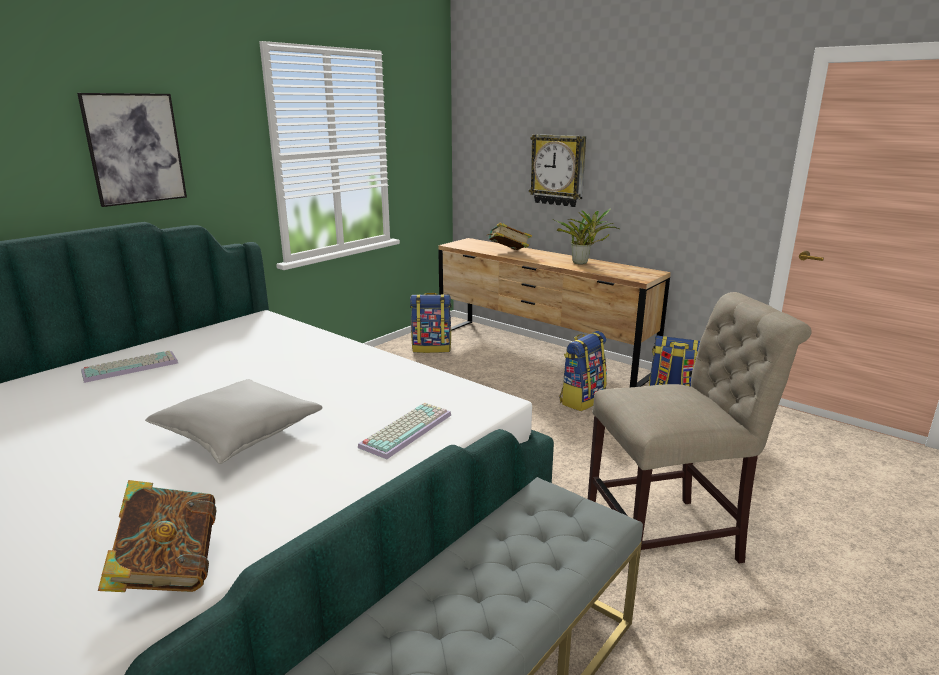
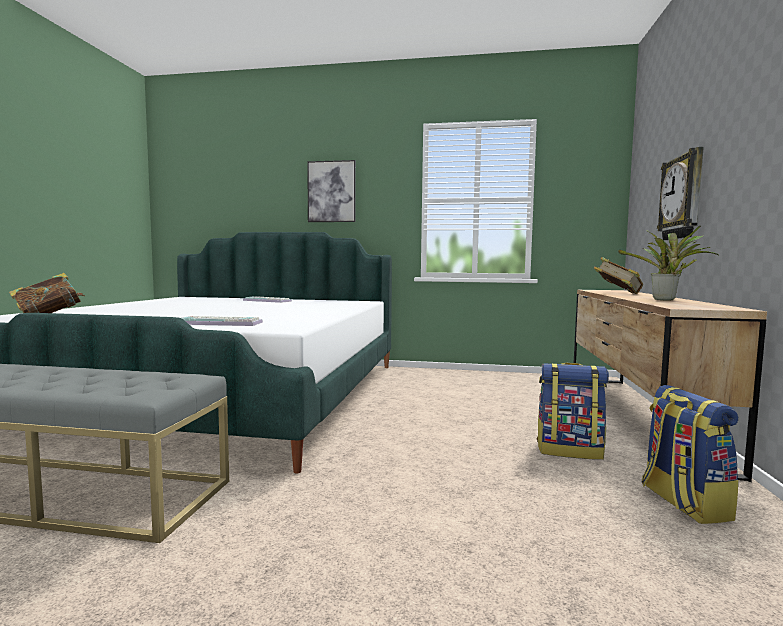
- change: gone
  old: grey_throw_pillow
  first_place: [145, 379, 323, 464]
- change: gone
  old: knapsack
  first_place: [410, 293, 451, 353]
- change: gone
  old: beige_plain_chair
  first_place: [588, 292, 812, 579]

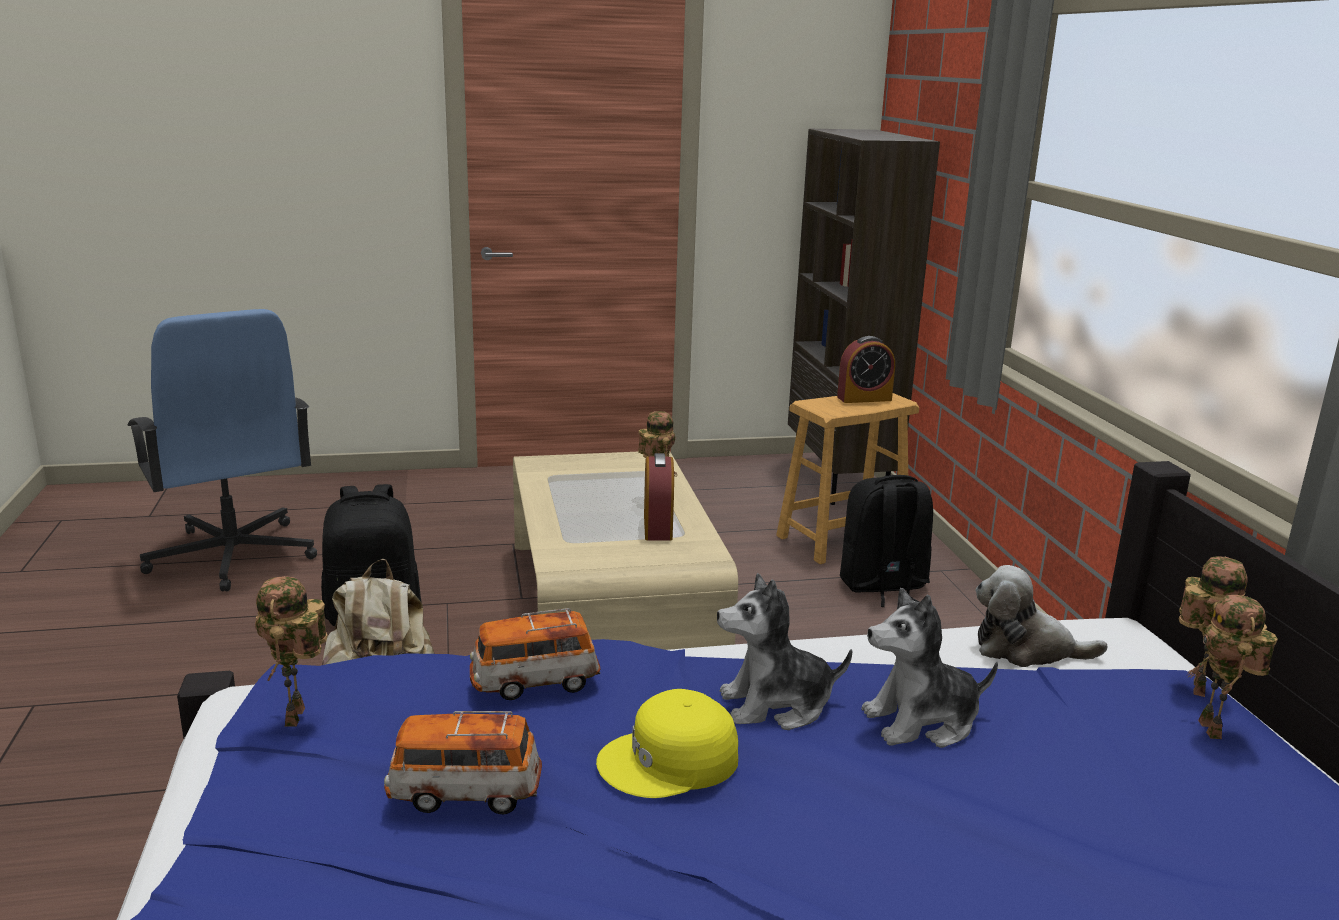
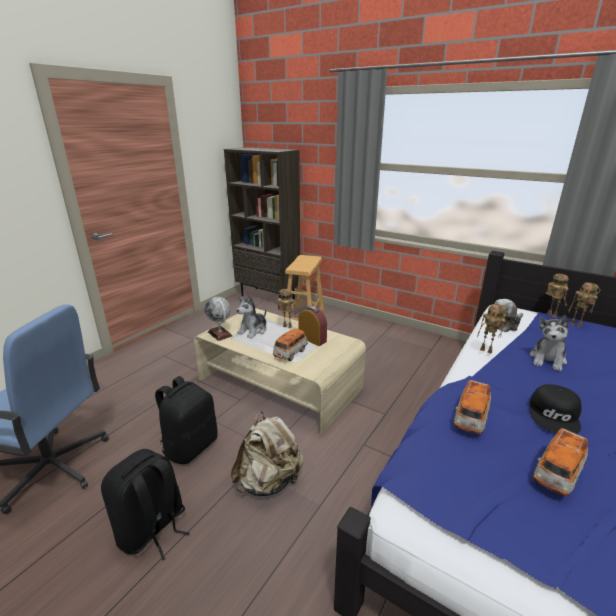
- change: gone
  old: bedside_clock
  first_place: [837, 336, 895, 403]
- change: new
  new: world_globe
  second_place: [204, 297, 233, 341]
- change: new
  new: toy_car
  second_place: [273, 328, 308, 361]
- change: shifted
  old: robot_figure
  first_place: [255, 576, 328, 727]
  second_place: [477, 304, 508, 354]
- change: shifted
  old: soft_toy
  first_place: [717, 573, 852, 730]
  second_place: [236, 295, 267, 339]
- change: shifted
  old: blackish_knapsack
  first_place: [840, 475, 933, 607]
  second_place: [101, 449, 190, 560]
- change: repainted
  old: yellow-coloured_peaked_cap
  new: blackish_peaked_cap
  first_place: [596, 689, 738, 798]
  second_place: [530, 384, 582, 434]

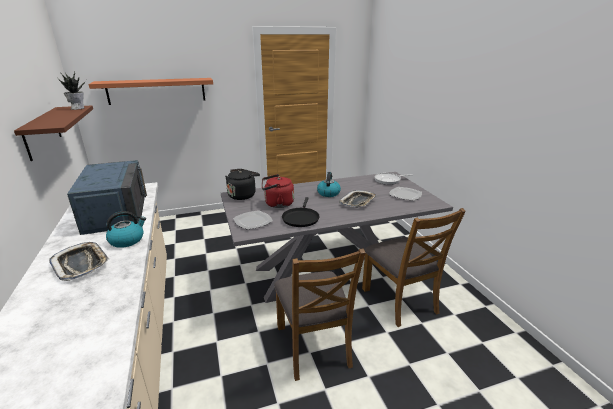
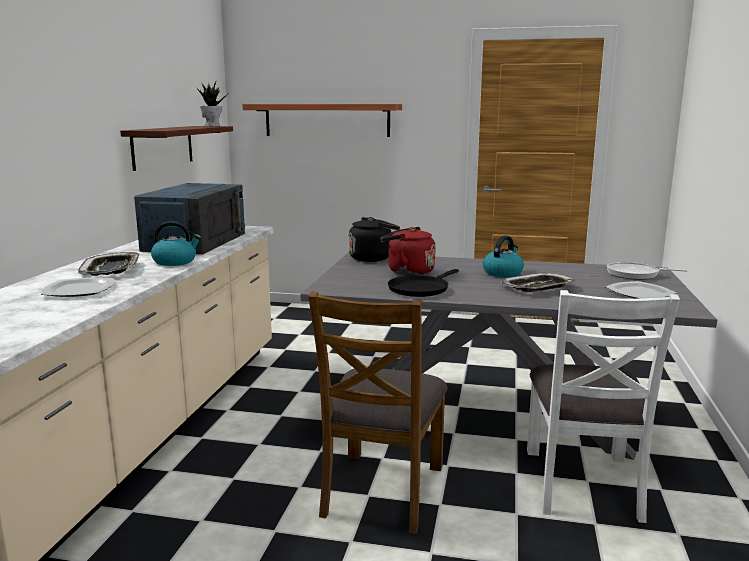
- change: shifted
  old: flat_dish
  first_place: [233, 210, 273, 230]
  second_place: [41, 277, 114, 297]
- change: repainted
  old: brown_plain_chair
  new: white-coloured_plain_chair
  first_place: [362, 208, 466, 327]
  second_place: [527, 290, 680, 523]

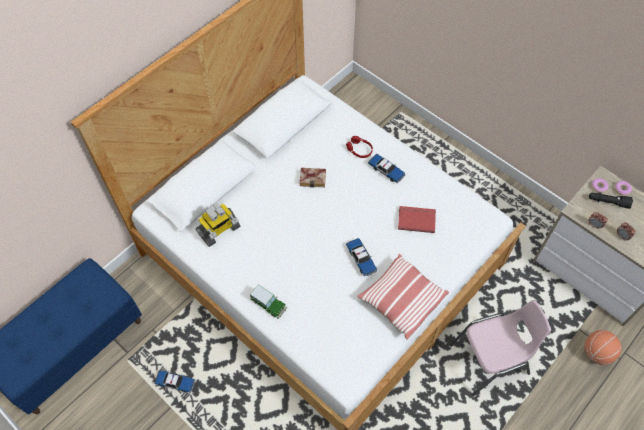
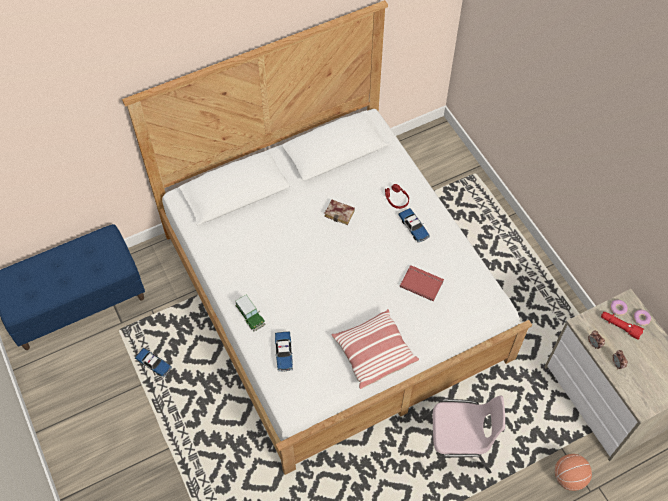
- change: gone
  old: robot_figure
  first_place: [196, 203, 240, 247]
- change: shifted
  old: toy_car
  first_place: [346, 238, 377, 277]
  second_place: [275, 332, 293, 371]
- change: repainted
  old: blackish_torch
  new: red_torch
  first_place: [589, 192, 633, 209]
  second_place: [601, 312, 644, 340]

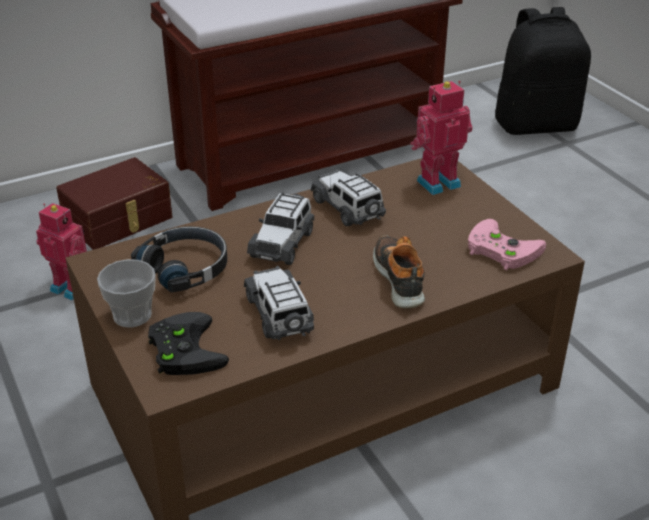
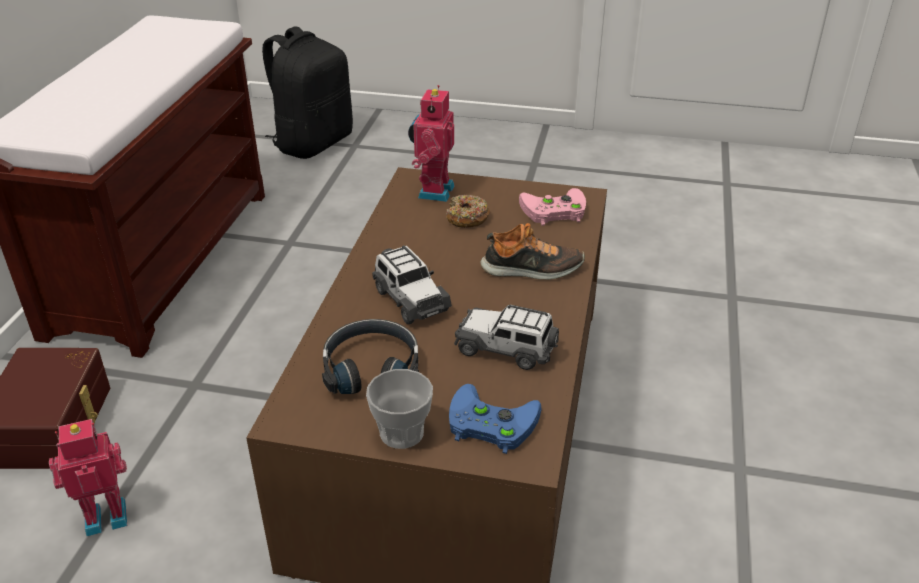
- change: gone
  old: toy_car
  first_place: [311, 169, 386, 226]
- change: new
  new: donut
  second_place: [446, 195, 490, 228]
- change: repainted
  old: blackish_joypad
  new: bluish_joypad
  first_place: [148, 312, 229, 375]
  second_place: [449, 384, 542, 454]
- change: rotated
  old: item_of_footwear
  first_place: [373, 235, 425, 309]
  second_place: [480, 223, 585, 280]
  degrees: 150

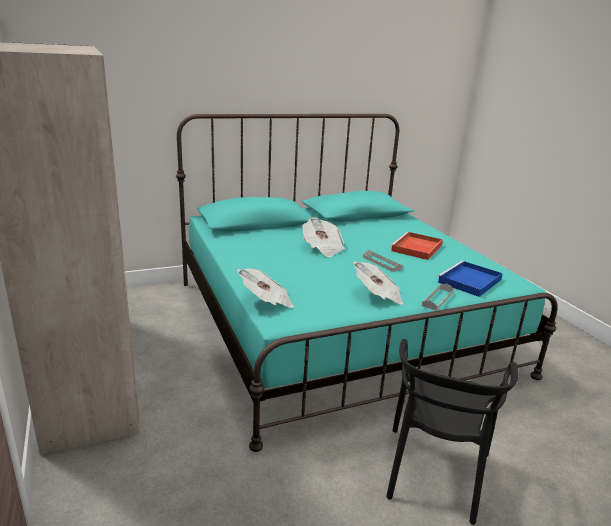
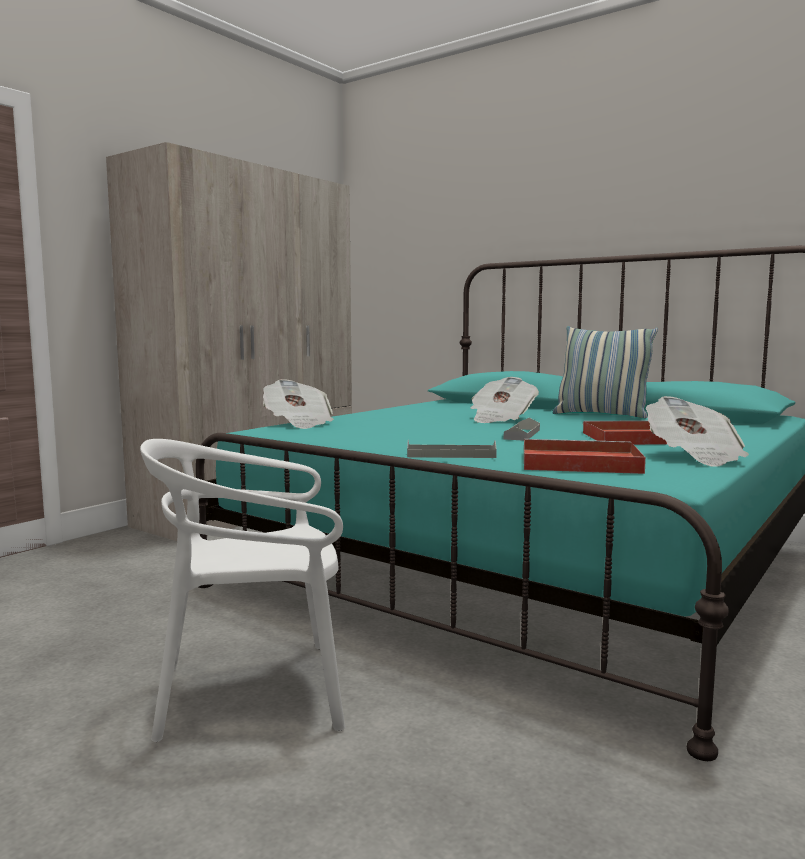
- change: new
  new: throw_pillow
  second_place: [553, 326, 658, 419]
- change: shifted
  old: daily_paper
  first_place: [353, 262, 403, 305]
  second_place: [646, 396, 749, 467]
- change: repainted
  old: blackish_plain_chair
  new: white-coloured_plain_chair
  first_place: [386, 339, 518, 525]
  second_place: [140, 439, 345, 742]
- change: repainted
  old: bluish_tray
  new: red_tray
  first_place: [437, 261, 503, 297]
  second_place: [524, 439, 646, 474]

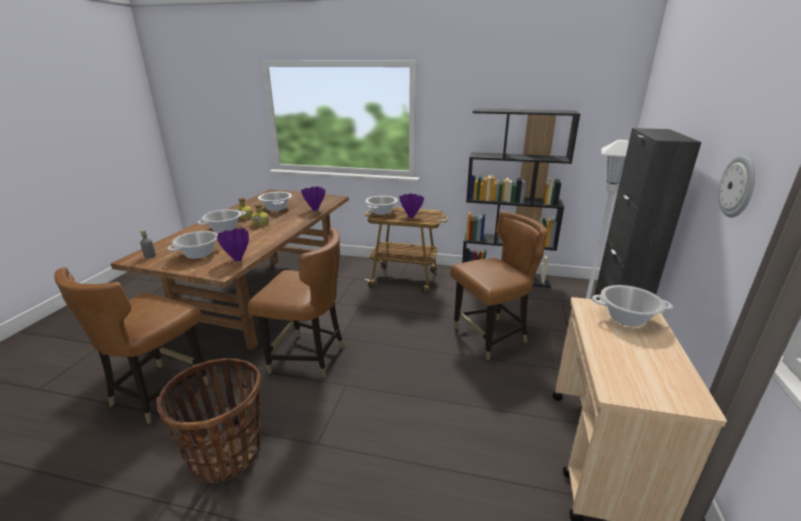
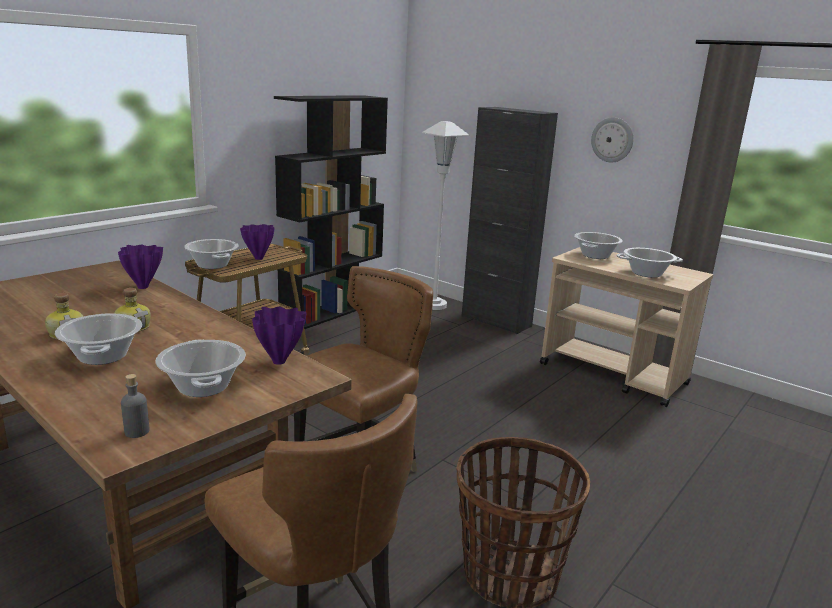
- change: gone
  old: brown_plain_chair
  first_place: [450, 211, 548, 360]
- change: shifted
  old: cooking_pot
  first_place: [258, 192, 292, 211]
  second_place: [617, 248, 683, 278]

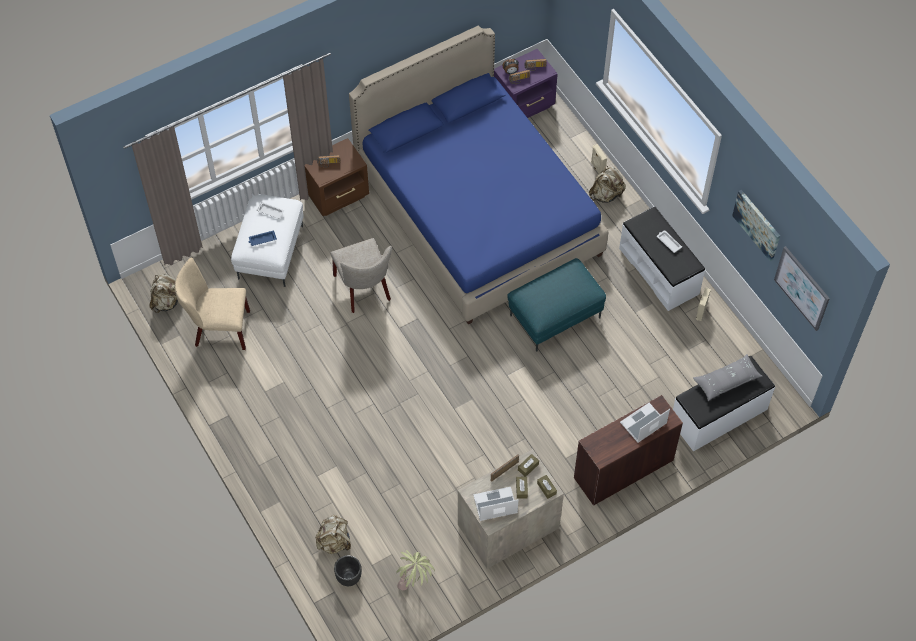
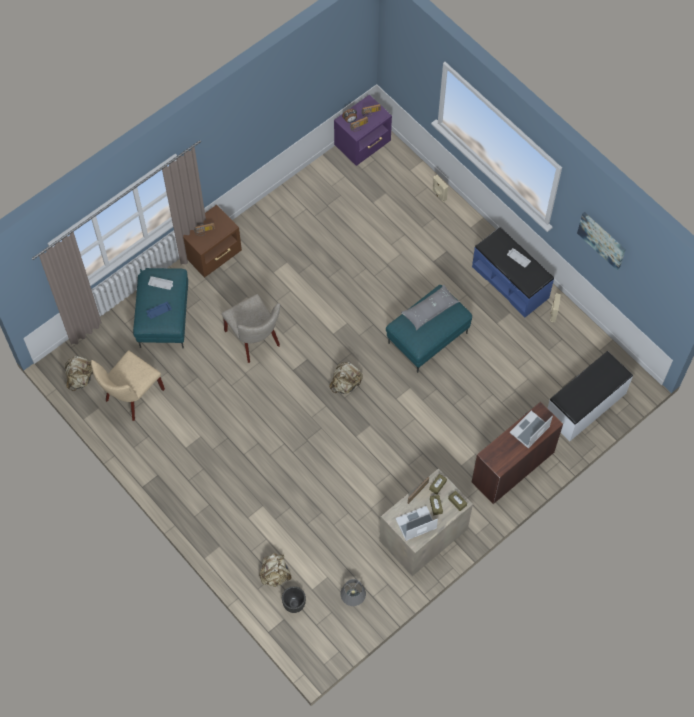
- change: gone
  old: bluish_sleeping_bed
  first_place: [349, 26, 609, 325]
- change: gone
  old: picture
  first_place: [774, 246, 830, 331]
- change: shifted
  old: beige_knapsack
  first_place: [589, 165, 626, 203]
  second_place: [329, 362, 363, 394]
- change: shifted
  old: grey_throw_pillow
  first_place: [693, 354, 762, 401]
  second_place: [401, 285, 459, 331]
- change: swapped
  old: potted_plant
  new: grey_tabletop_lamp
  first_place: [396, 550, 435, 590]
  second_place: [341, 579, 366, 606]
- change: repainted
  old: white-coloured_ottoman
  new: turquoise-coloured_ottoman
  first_place: [231, 193, 303, 287]
  second_place: [133, 268, 188, 348]
- change: repainted
  old: white-coloured_indoor_bench
  new: bluish_indoor_bench
  first_place: [619, 206, 705, 311]
  second_place: [472, 227, 554, 317]
- change: rotated
  old: beige_plain_chair
  first_place: [175, 257, 250, 350]
  second_place: [91, 350, 165, 421]
  degrees: -45

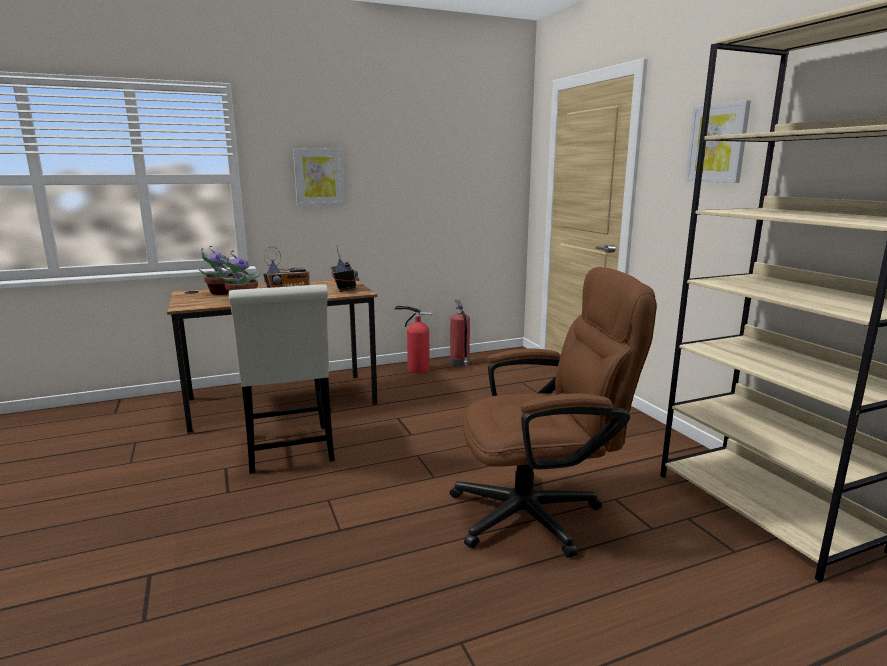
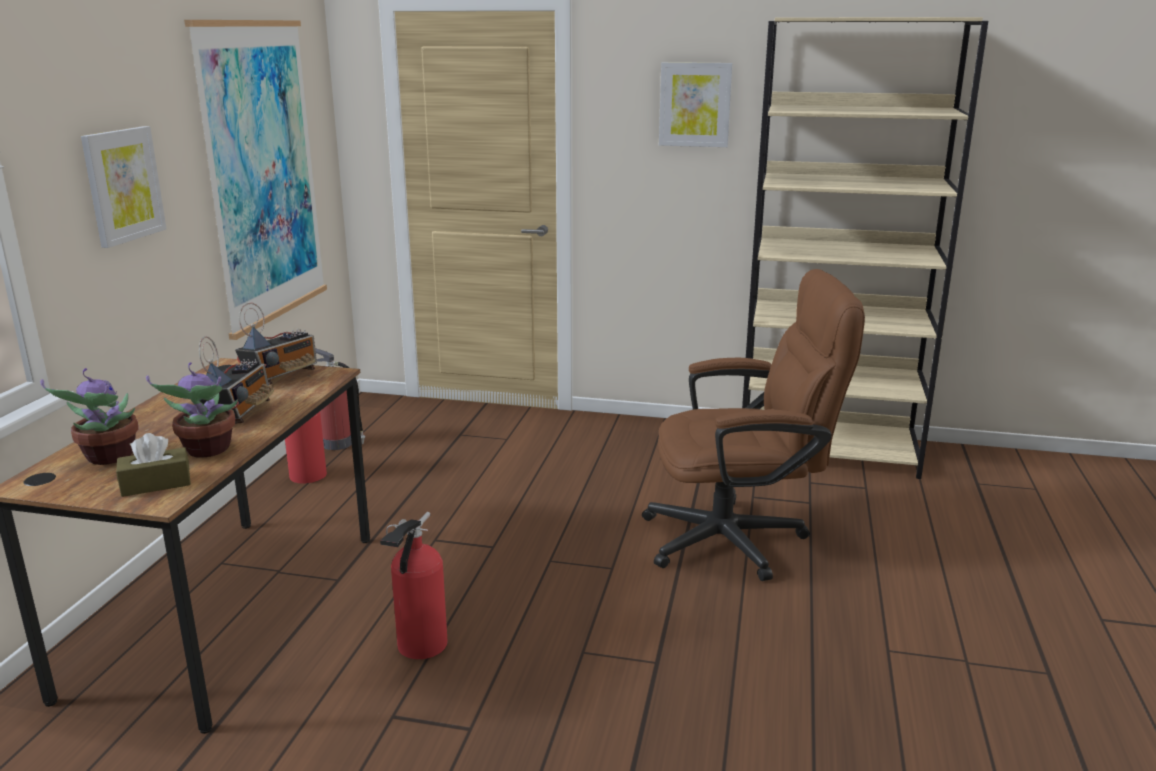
- change: new
  new: brown_box_of_tissues
  second_place: [116, 433, 191, 497]
- change: new
  new: picture
  second_place: [184, 20, 327, 340]
- change: swapped
  old: white-coloured_plain_chair
  new: fire_extinguisher
  first_place: [229, 284, 335, 474]
  second_place: [380, 512, 448, 659]
- change: rotated
  old: radio
  first_place: [331, 245, 359, 292]
  second_place: [235, 303, 317, 385]
  degrees: 105
- change: rotated
  old: brown_office_chair
  first_place: [450, 267, 657, 558]
  second_place: [642, 269, 865, 581]
  degrees: 60

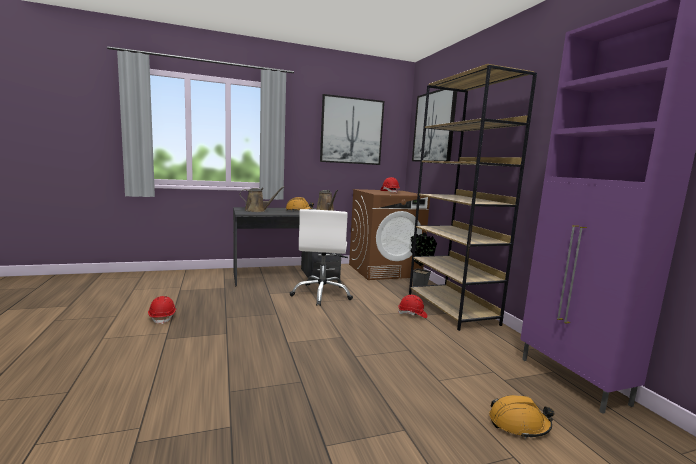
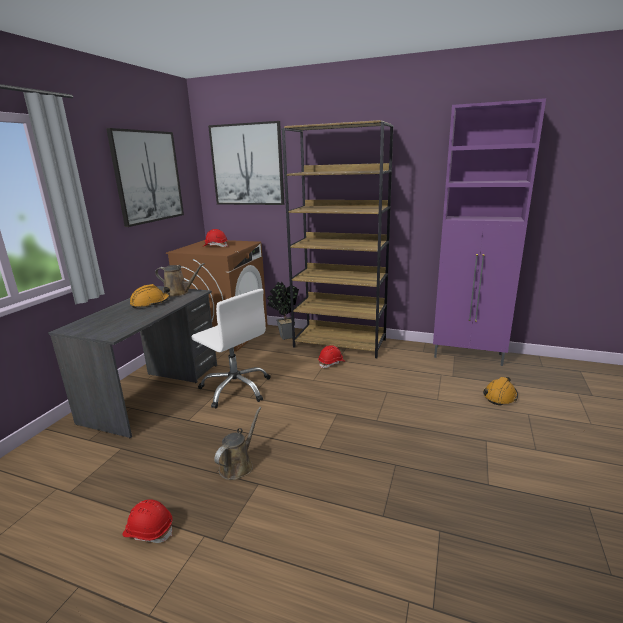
- change: shifted
  old: brown_sprinkling_can
  first_place: [239, 186, 284, 212]
  second_place: [214, 407, 261, 480]

